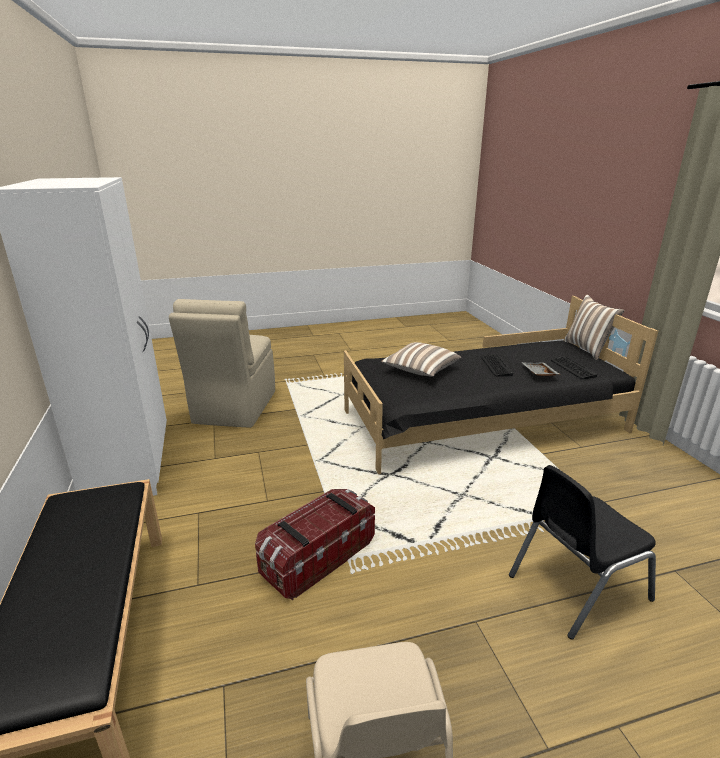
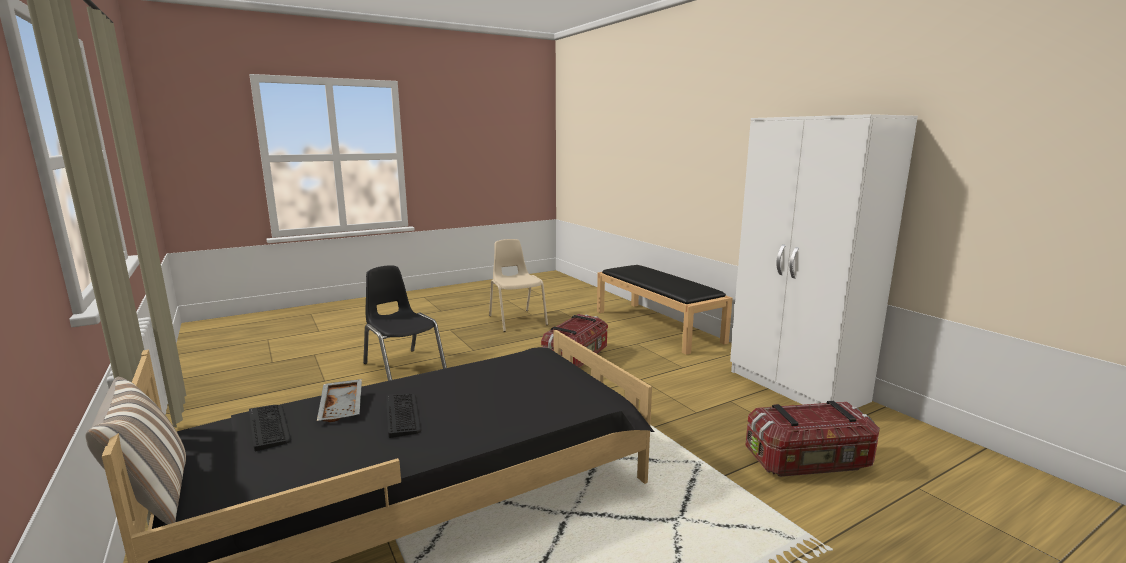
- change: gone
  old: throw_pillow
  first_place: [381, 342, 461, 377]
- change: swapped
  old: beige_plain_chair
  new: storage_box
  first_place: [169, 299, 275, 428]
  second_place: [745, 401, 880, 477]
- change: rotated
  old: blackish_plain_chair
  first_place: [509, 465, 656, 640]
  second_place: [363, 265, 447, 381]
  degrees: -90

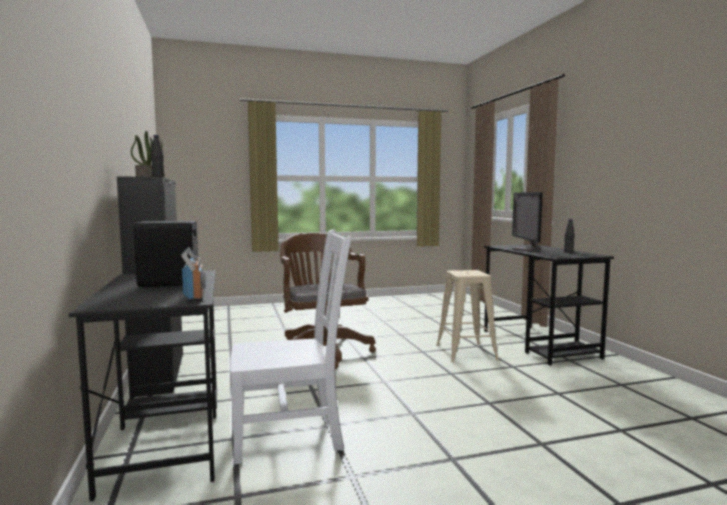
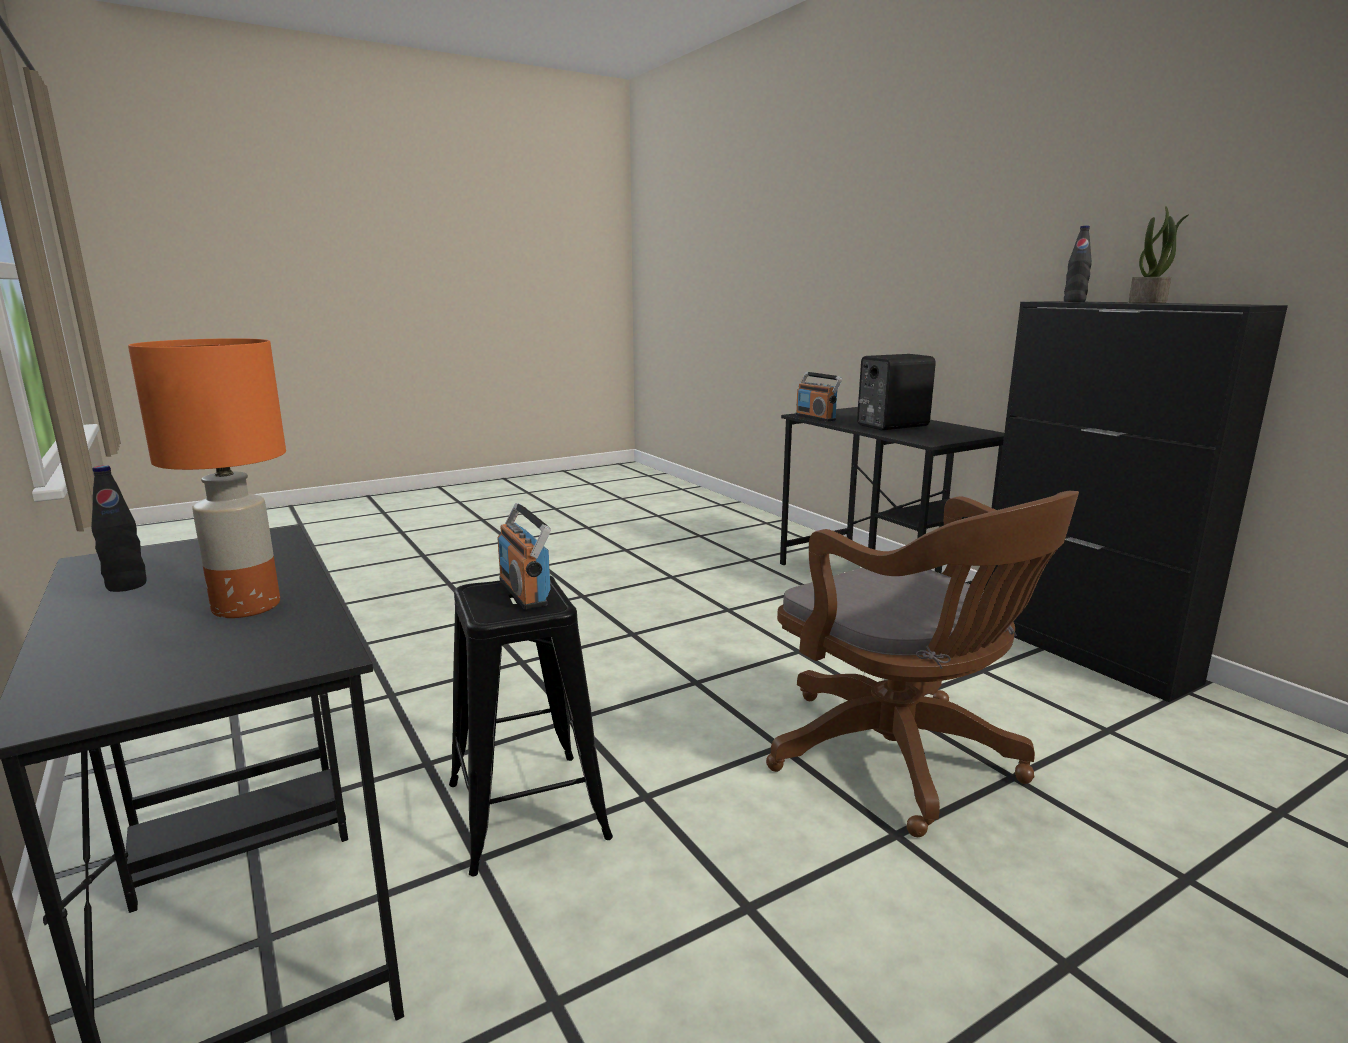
- change: gone
  old: white-coloured_plain_chair
  first_place: [230, 230, 351, 464]
- change: new
  new: radio
  second_place: [497, 503, 551, 609]
- change: swapped
  old: computer_screen
  new: orange-coloured_tabletop_lamp
  first_place: [512, 192, 543, 251]
  second_place: [128, 338, 286, 618]
- change: repainted
  old: beige_stool
  new: blackish_stool
  first_place: [436, 270, 499, 363]
  second_place: [449, 576, 613, 877]

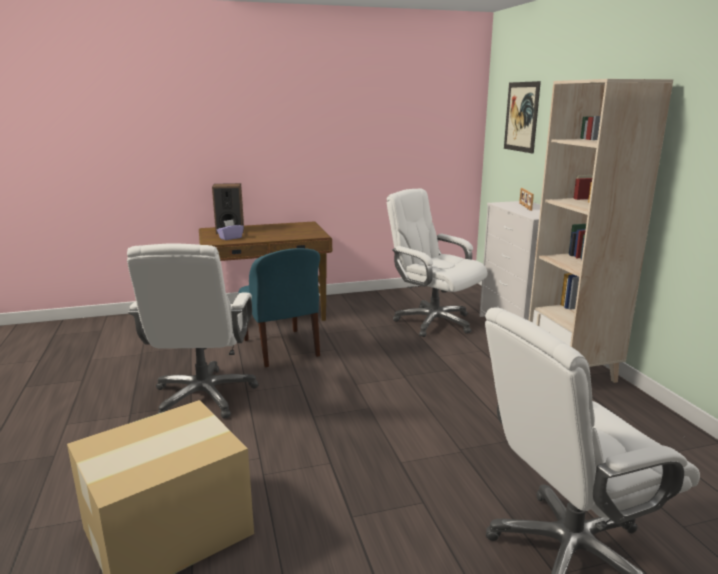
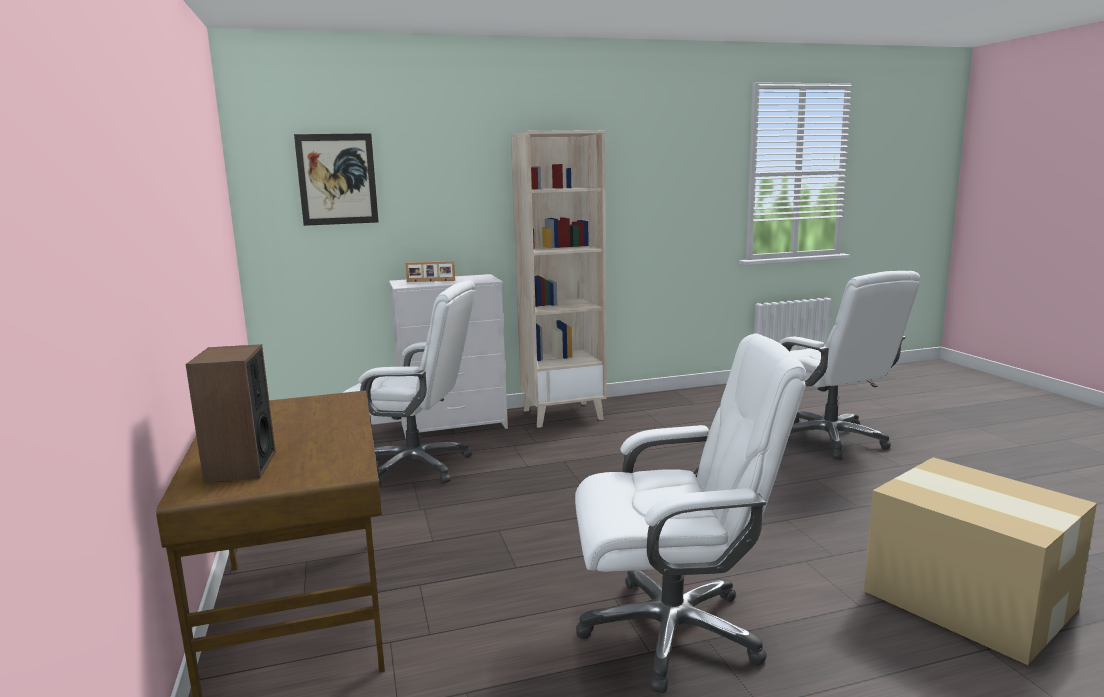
- change: gone
  old: purple_box_of_tissues
  first_place: [217, 220, 243, 240]
- change: gone
  old: bluish_plain_chair
  first_place: [239, 248, 320, 367]
- change: rotated
  old: white-coloured_office_chair
  first_place: [387, 188, 488, 337]
  second_place: [342, 280, 475, 487]
  degrees: -120

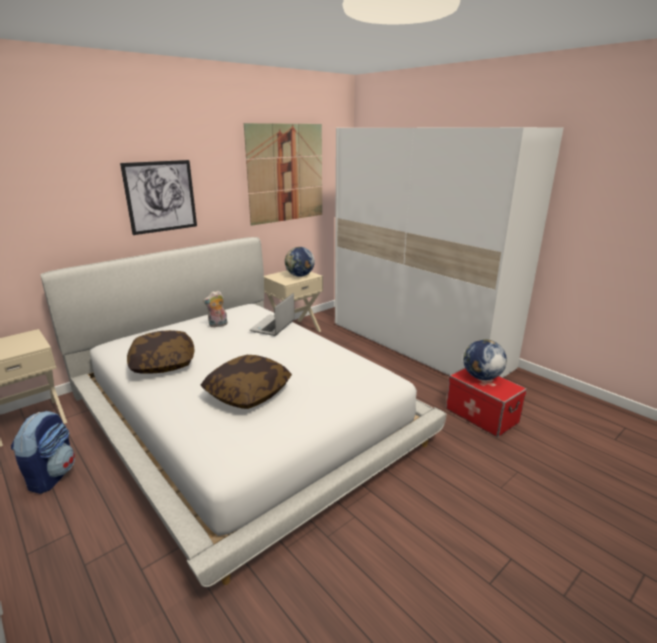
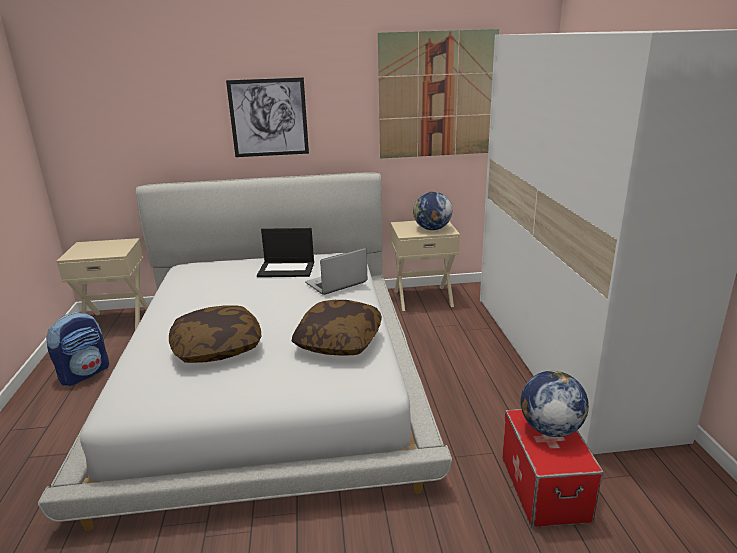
- change: shifted
  old: throw_pillow
  first_place: [127, 330, 194, 374]
  second_place: [292, 300, 382, 356]
- change: swapped
  old: soft_toy
  new: notebook_computer
  first_place: [203, 291, 228, 327]
  second_place: [257, 228, 314, 277]

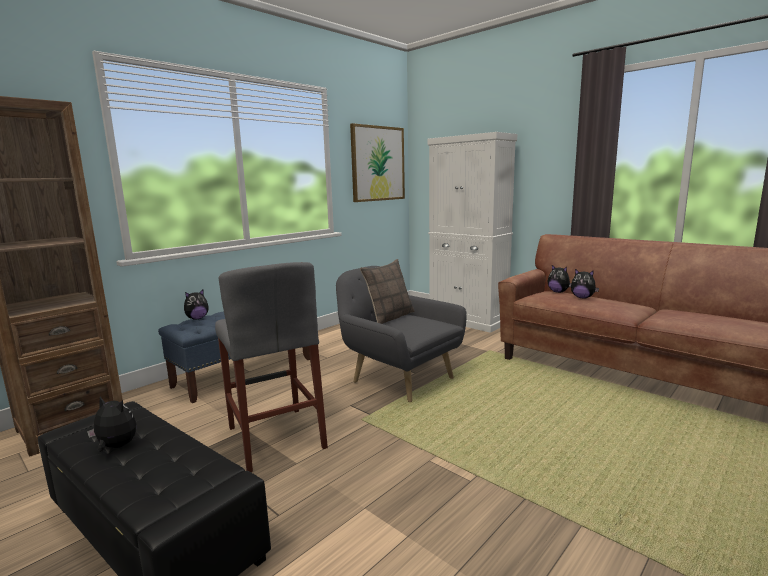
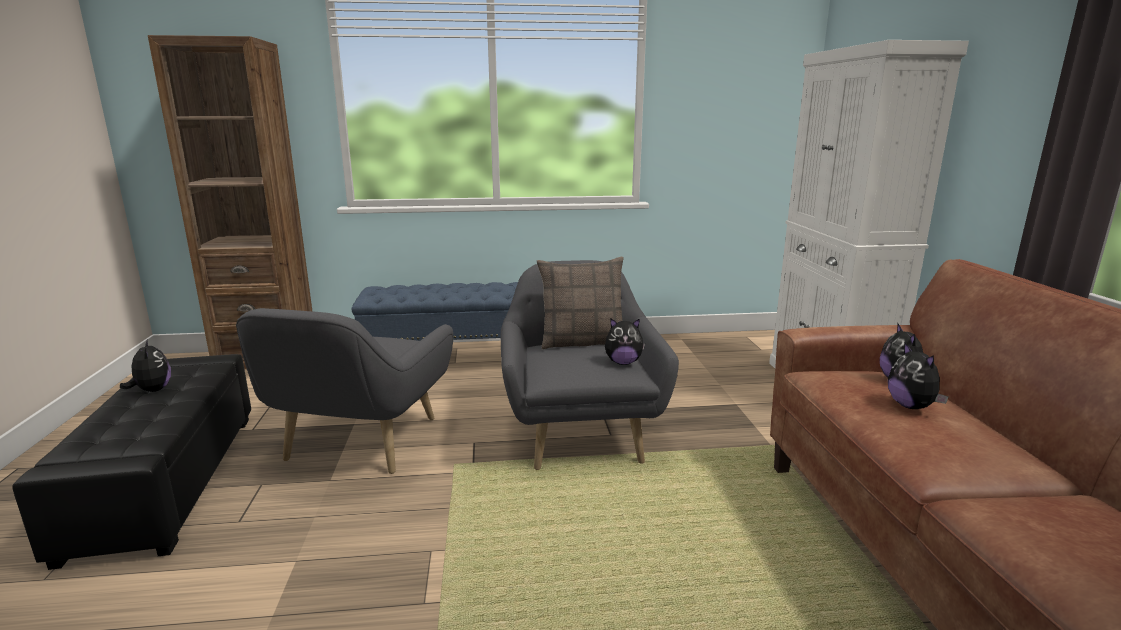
- change: gone
  old: picture
  first_place: [350, 123, 405, 202]
- change: shifted
  old: soft_toy
  first_place: [184, 290, 209, 320]
  second_place: [605, 318, 645, 365]
- change: swapped
  old: grey_stool
  new: grey_armchair
  first_place: [215, 262, 328, 472]
  second_place: [236, 308, 453, 474]

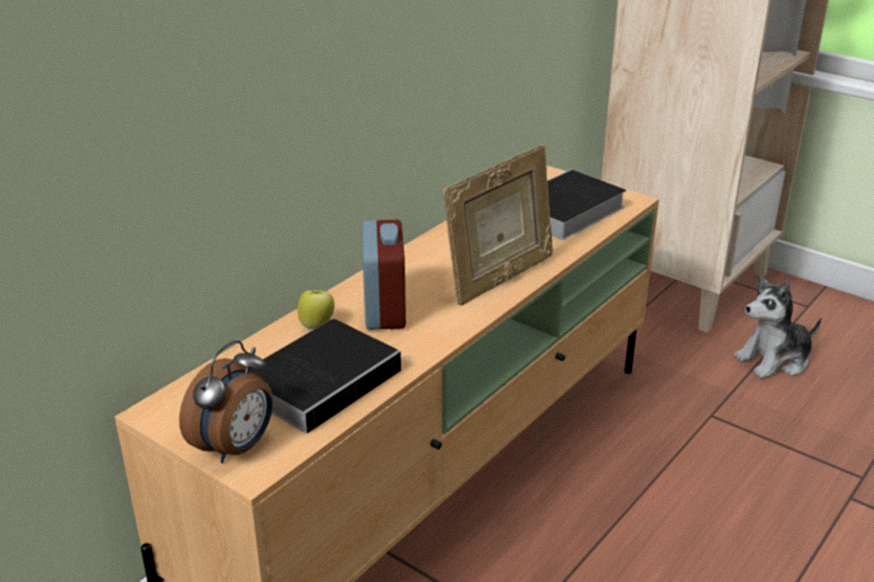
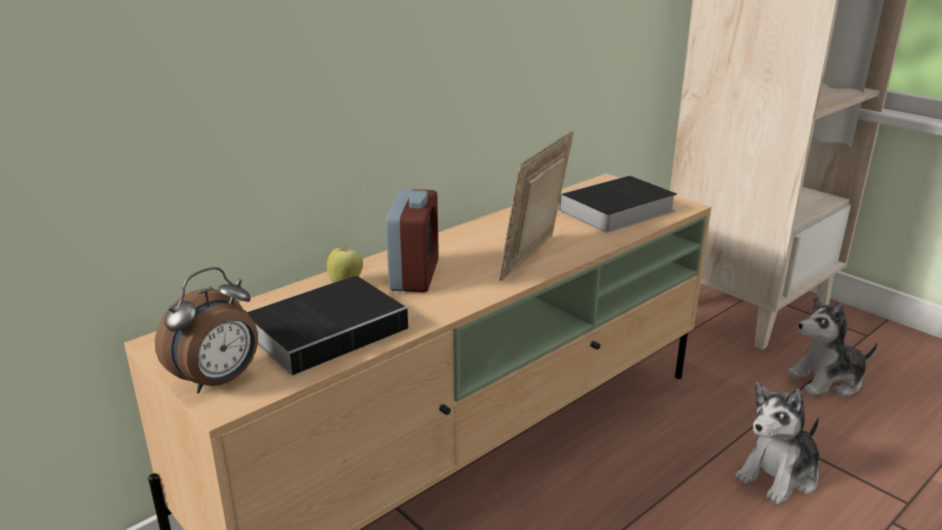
- change: new
  new: soft_toy
  second_place: [735, 383, 819, 505]
- change: rotated
  old: standing_frame
  first_place: [443, 144, 553, 306]
  second_place: [499, 131, 573, 281]
  degrees: 150

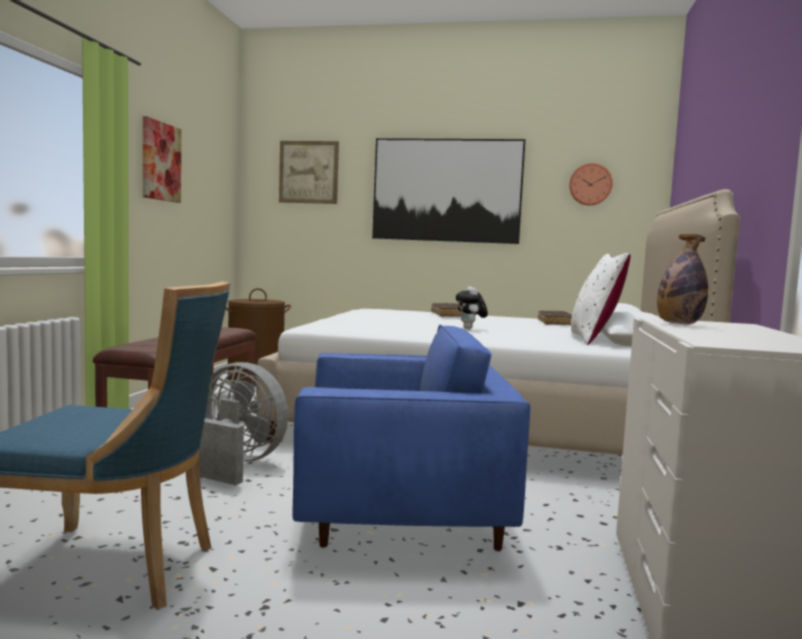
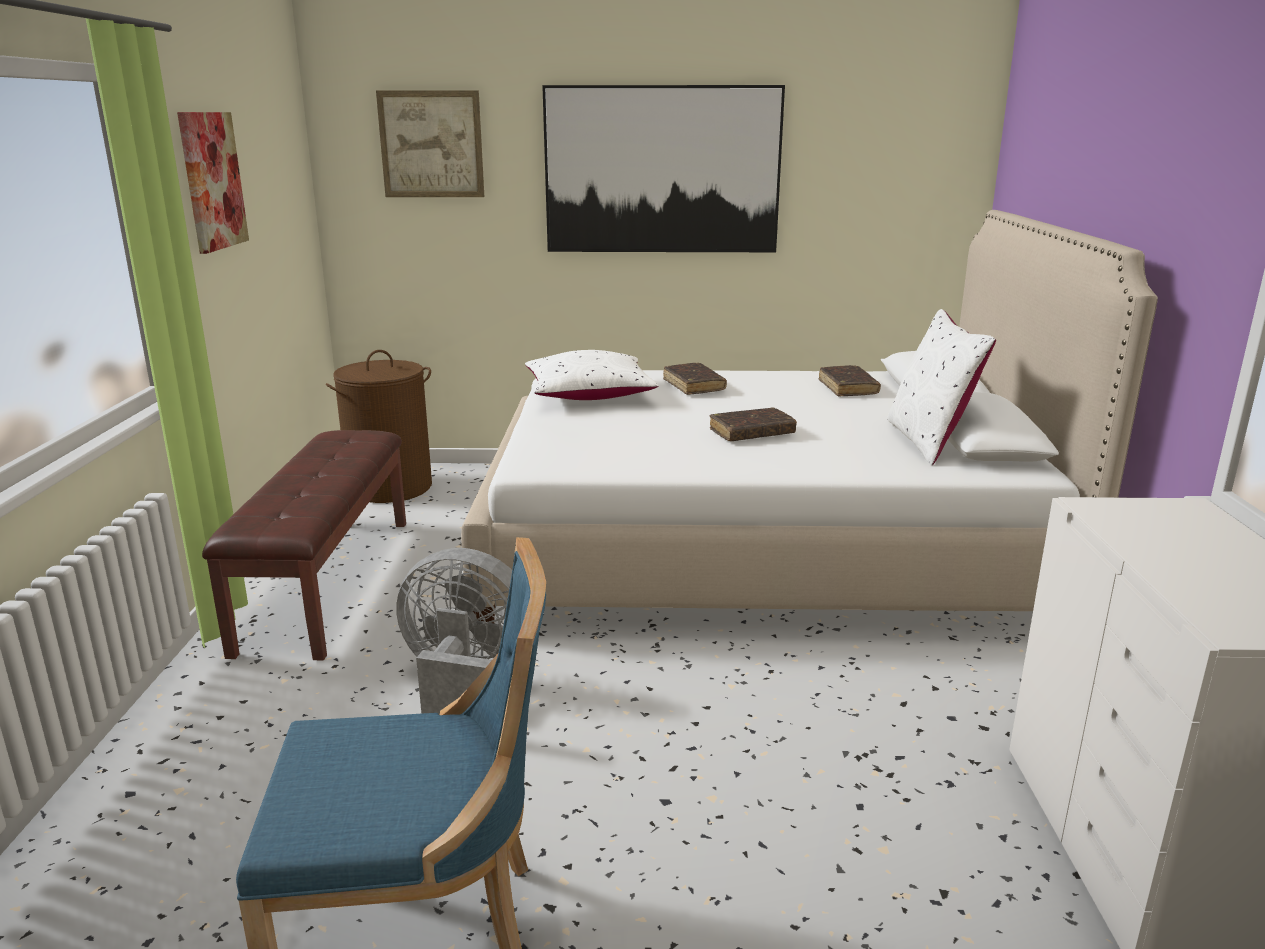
- change: gone
  old: bluish_armchair
  first_place: [293, 324, 530, 551]
- change: gone
  old: clock_on_the_wall
  first_place: [569, 163, 613, 205]
- change: gone
  old: bottle
  first_place: [657, 234, 708, 325]
- change: new
  new: white-coloured_throw_pillow
  second_place: [525, 350, 658, 400]
- change: swapped
  old: soft_toy
  new: brown_bound_book
  first_place: [456, 286, 488, 329]
  second_place: [710, 407, 797, 441]

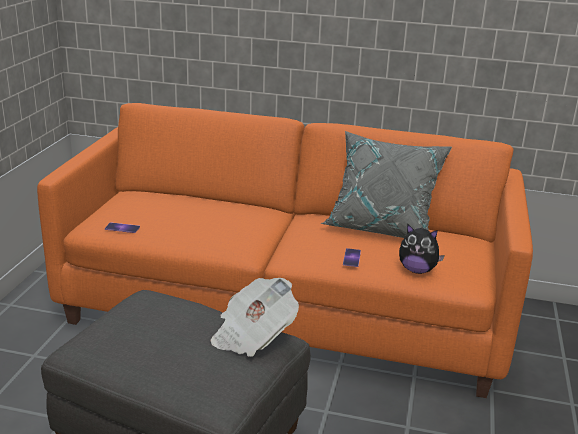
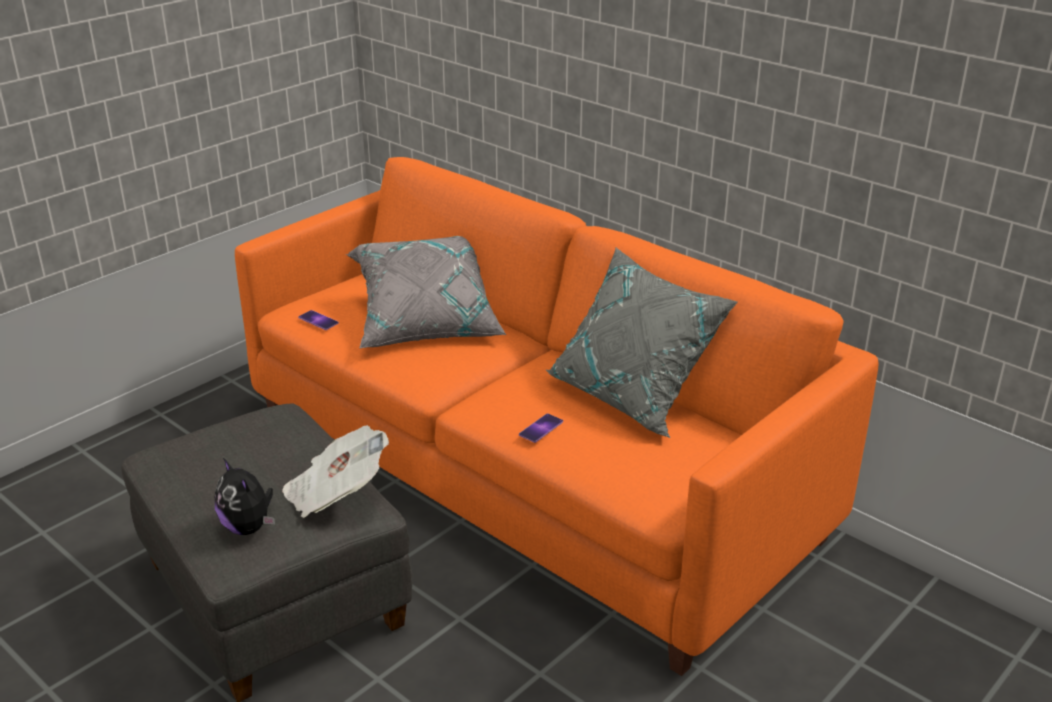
- change: new
  new: grey_throw_pillow
  second_place: [346, 236, 506, 349]
- change: shifted
  old: soft_toy
  first_place: [399, 224, 445, 274]
  second_place: [215, 458, 275, 535]

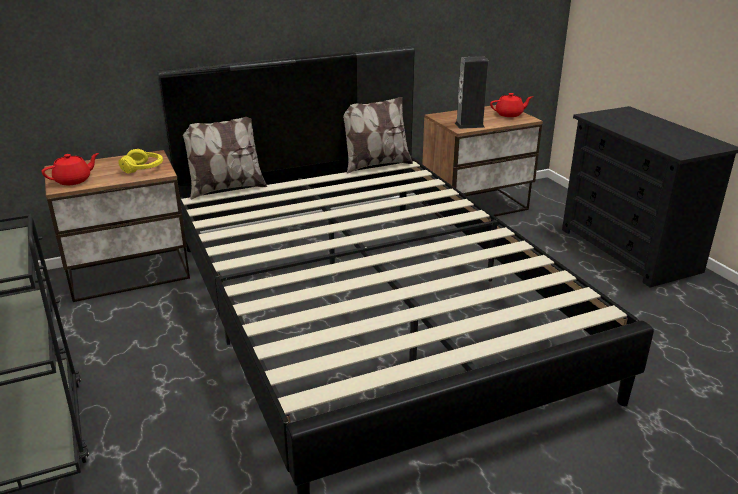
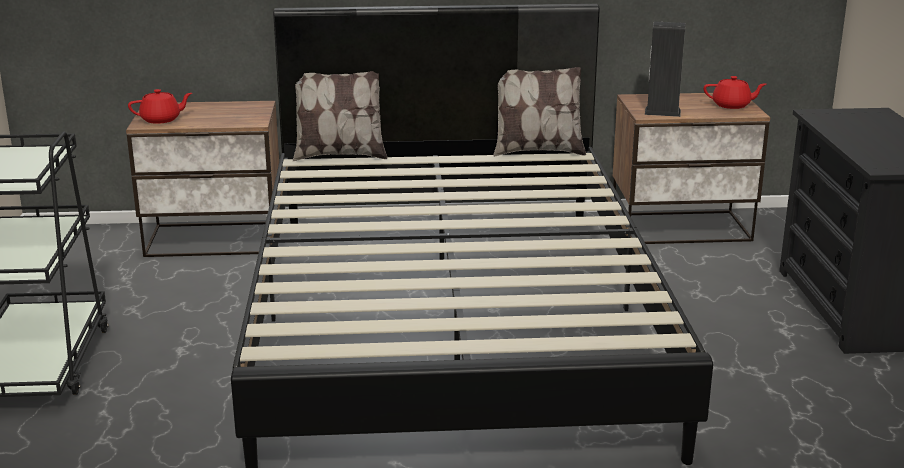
- change: gone
  old: yellow-coloured_pair_of_headphones
  first_place: [118, 149, 163, 174]

